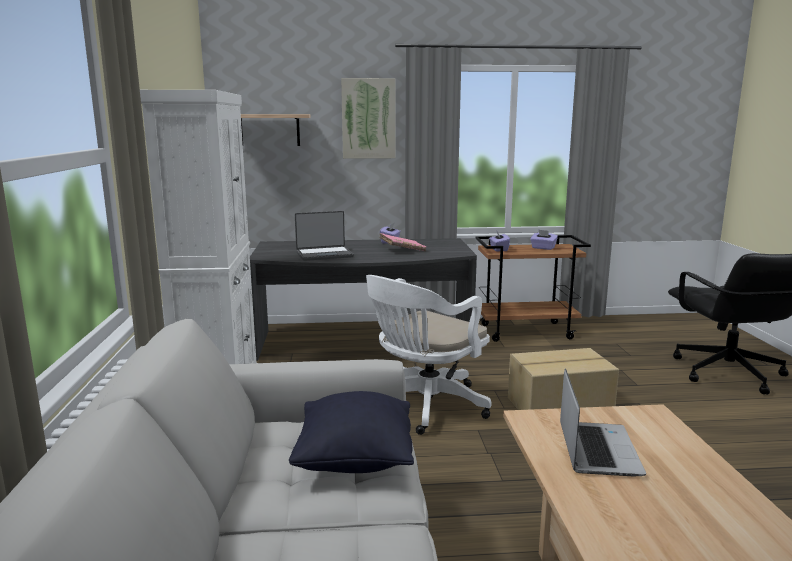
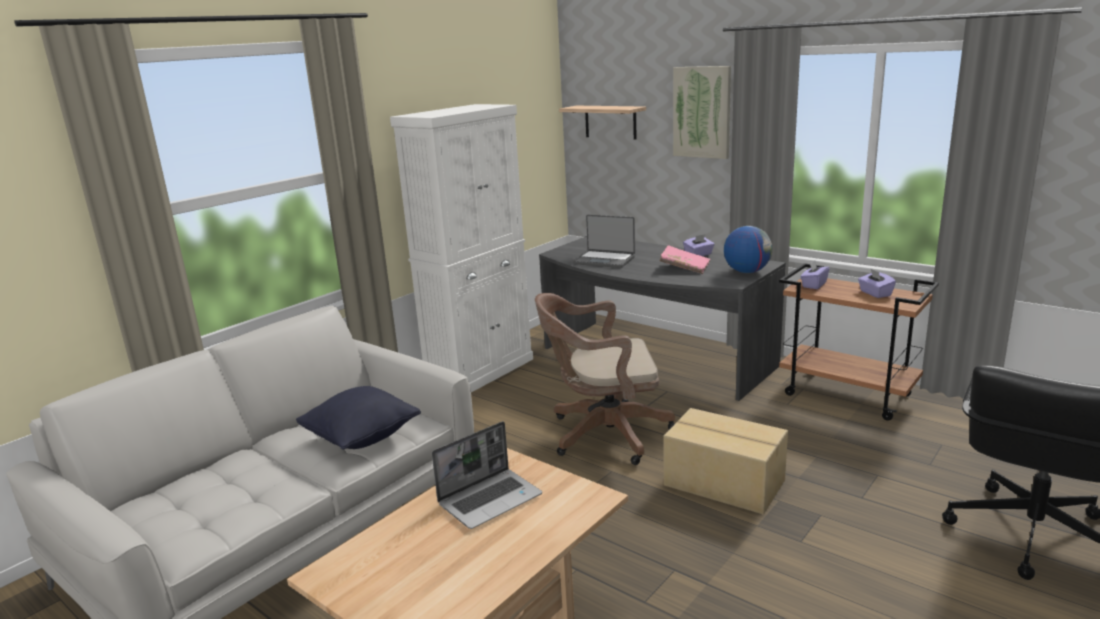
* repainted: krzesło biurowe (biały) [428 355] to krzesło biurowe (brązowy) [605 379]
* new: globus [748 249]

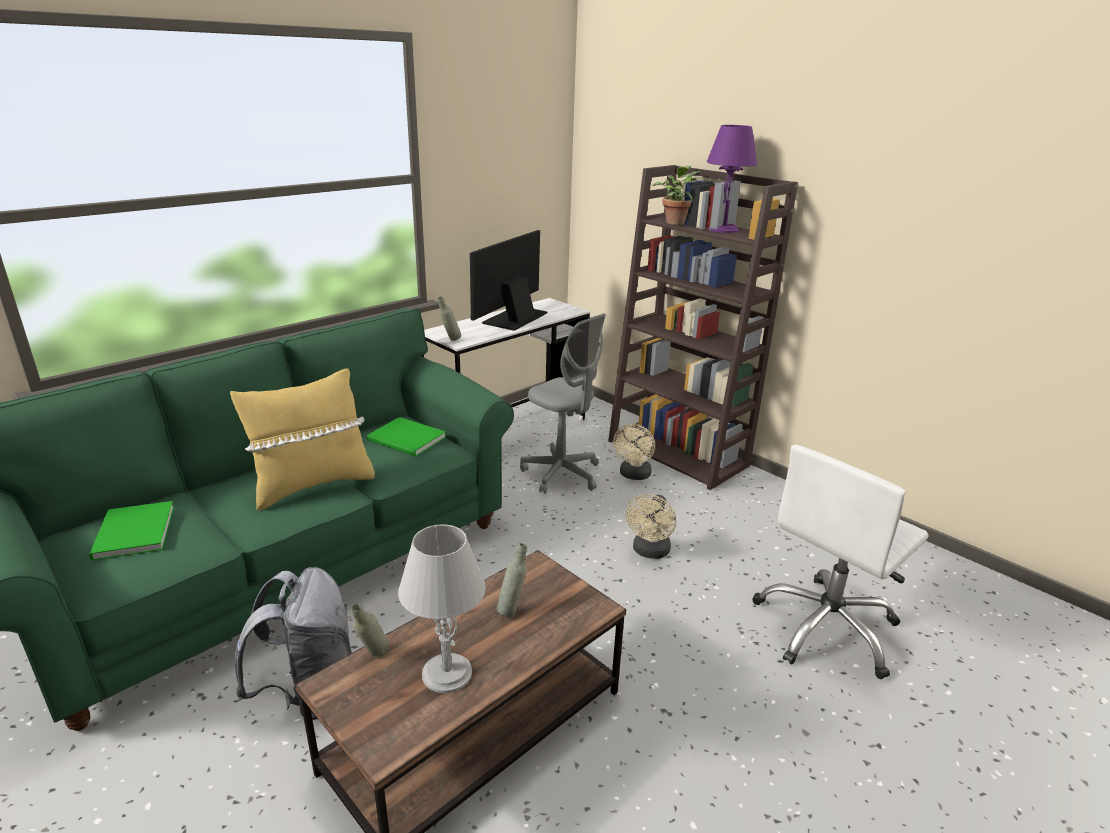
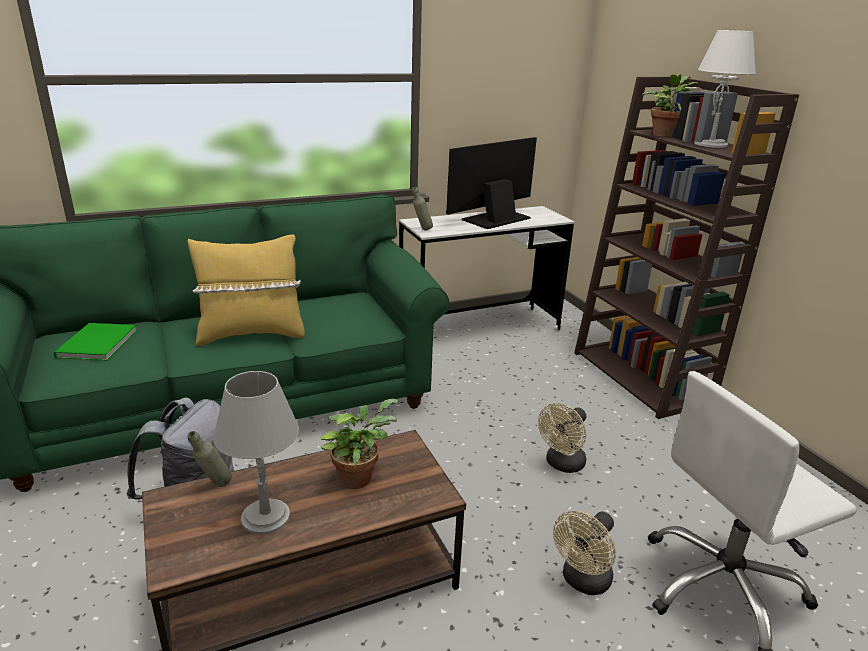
* repainted: lampa stołowa (fioletowy) [732 179] to lampa stołowa (biały) [725 89]
* gone: krzesło biurowe (szary) [563 404]
* gone: książka (zielony) [406 437]
* shifted: wentylator (beżowy) [634 452] to [584 553]
* swapped: butelka (szary) [512 580] to roślina doniczkowa [360 444]

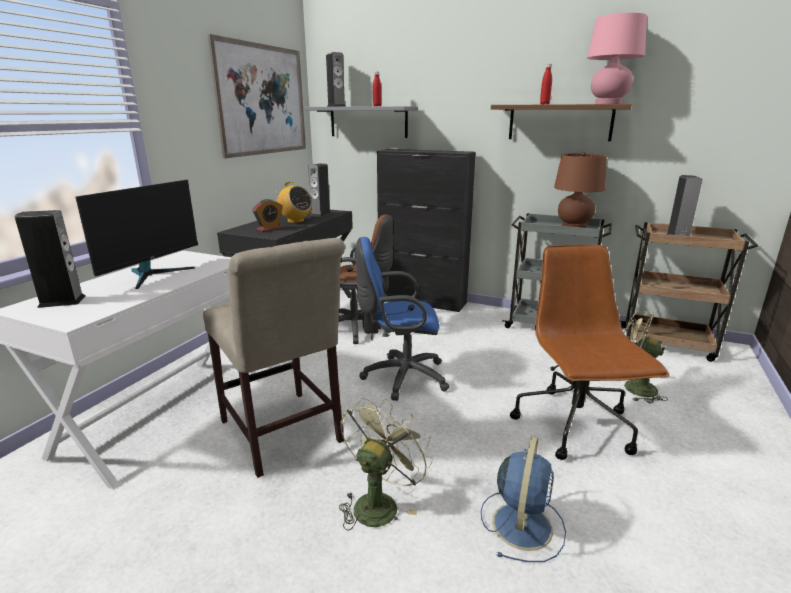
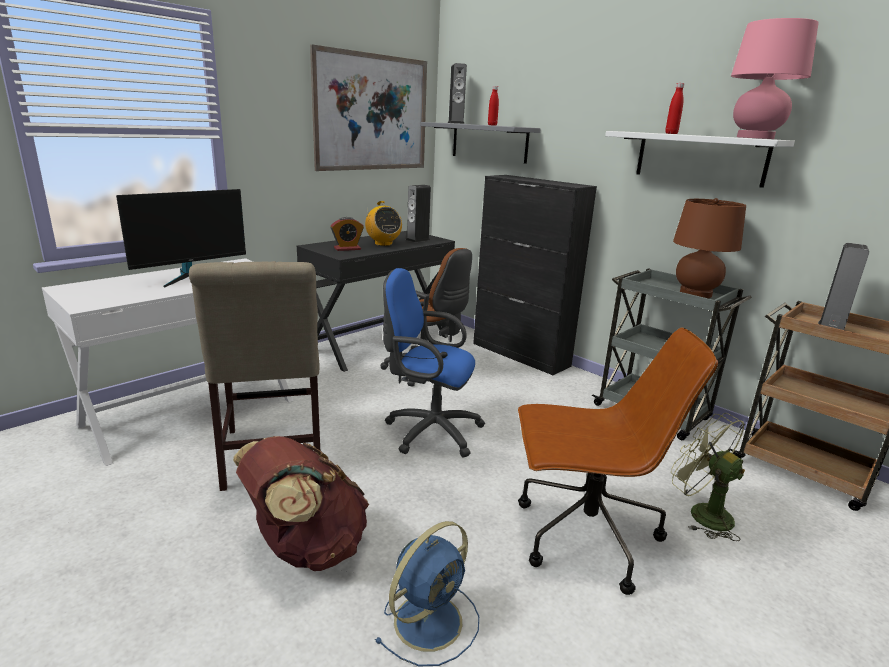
* repainted: półka (brązowy) [561 122] to półka (biały) [700 159]
* gone: głośnik [50 259]
* rotated: krzesło biurowe (brązowy) [589 352] = [618 461] 75 degrees clockwise
* swapped: wentylator (zielony) [386 464] to plecak (brązowy) [301 503]

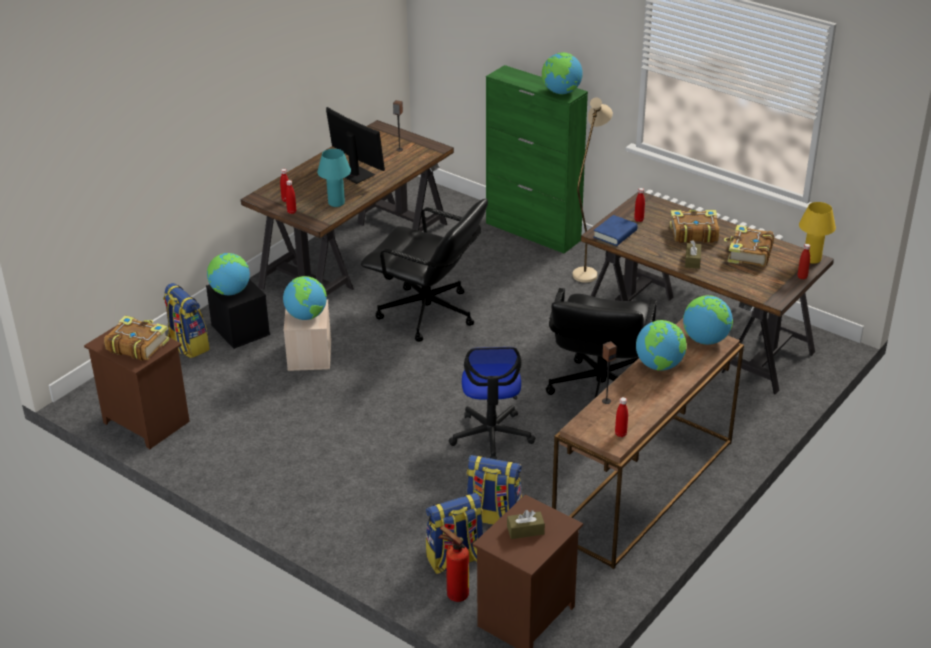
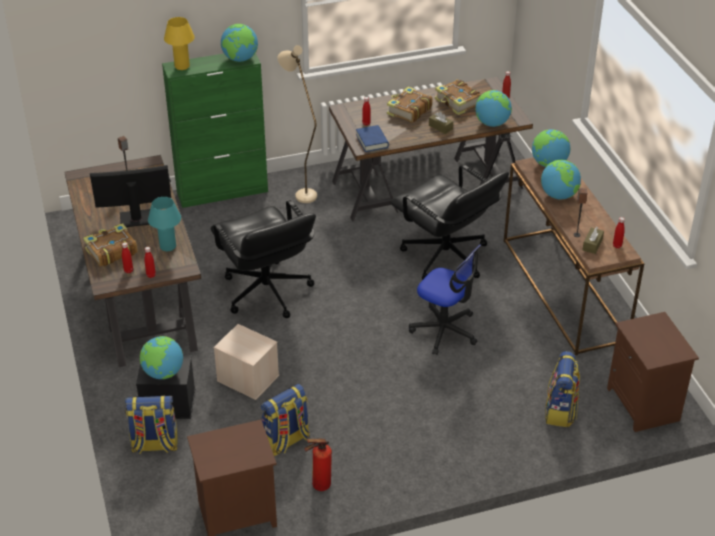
* rotated: krzesło biurowe (czarny) [424 270] = [263 259] 90 degrees clockwise
* shifted: lampa stołowa (żółty) [817 233] to [179 43]
* shifted: globus [305 298] to [493 108]
* shifted: książka [136 338] to [110 244]
* shifted: plecak [494 490] to [285 420]
* shifted: pudełko chusteczek (brązowy) [526 524] to [593 240]
* shifted: gaśnica [453 564] to [318 464]

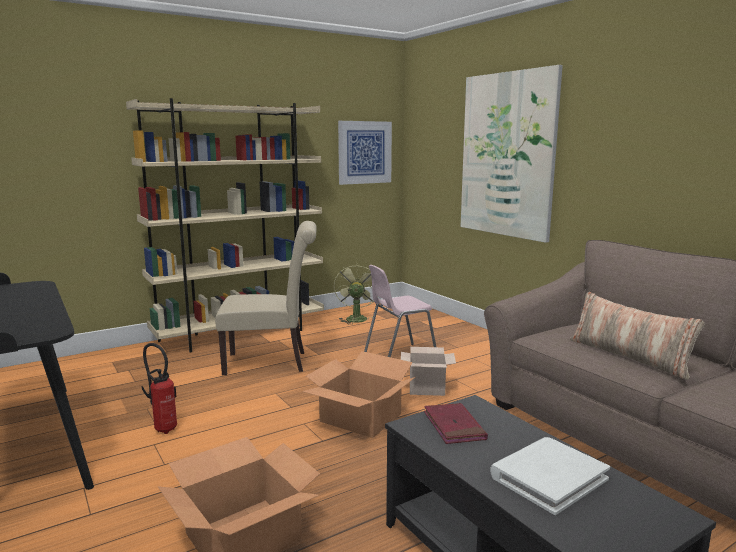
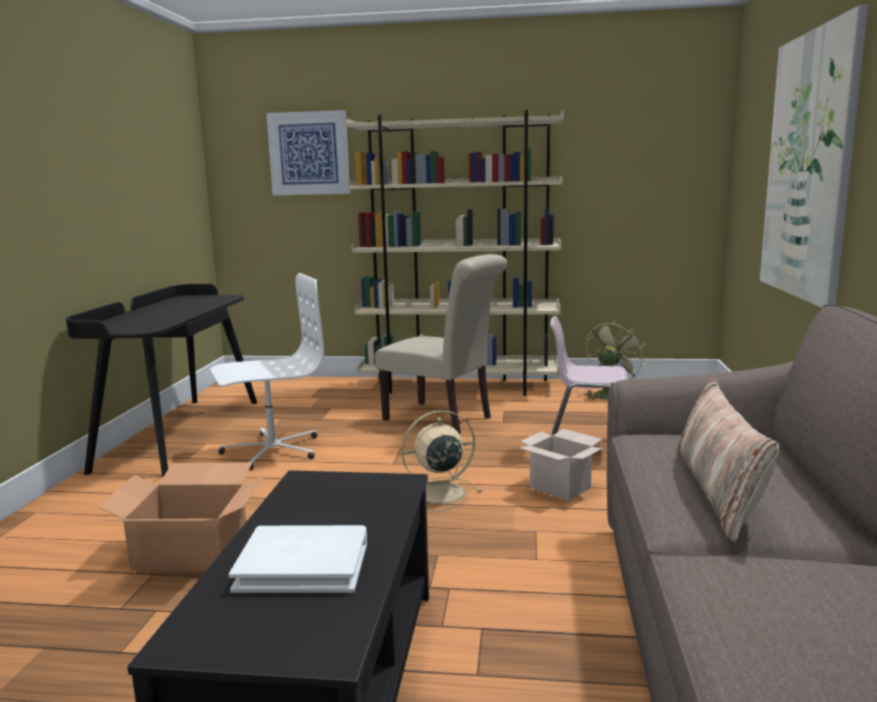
* shifted: obraz [365 153] to [308 152]
* swapped: gaśnica [159 388] to krzesło biurowe (biały) [267 371]
* swapped: karton [358 394] to wentylator (beżowy) [441 460]
* gone: książka (czerwony) [456 423]

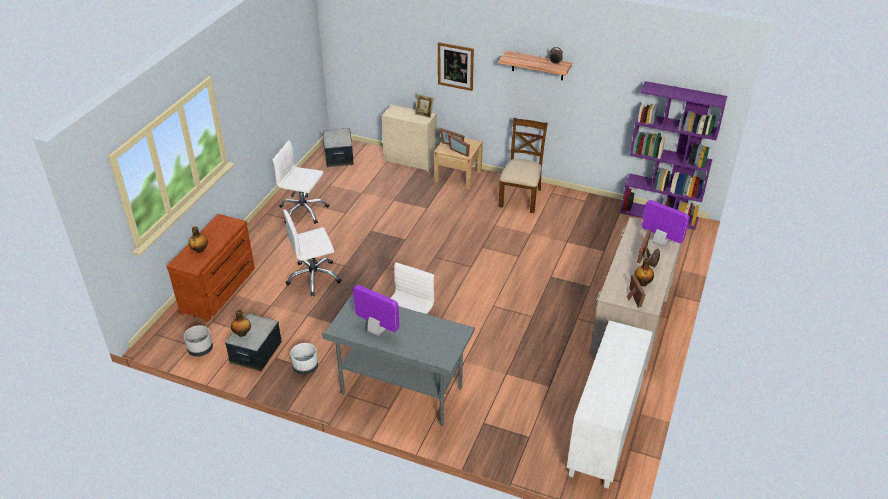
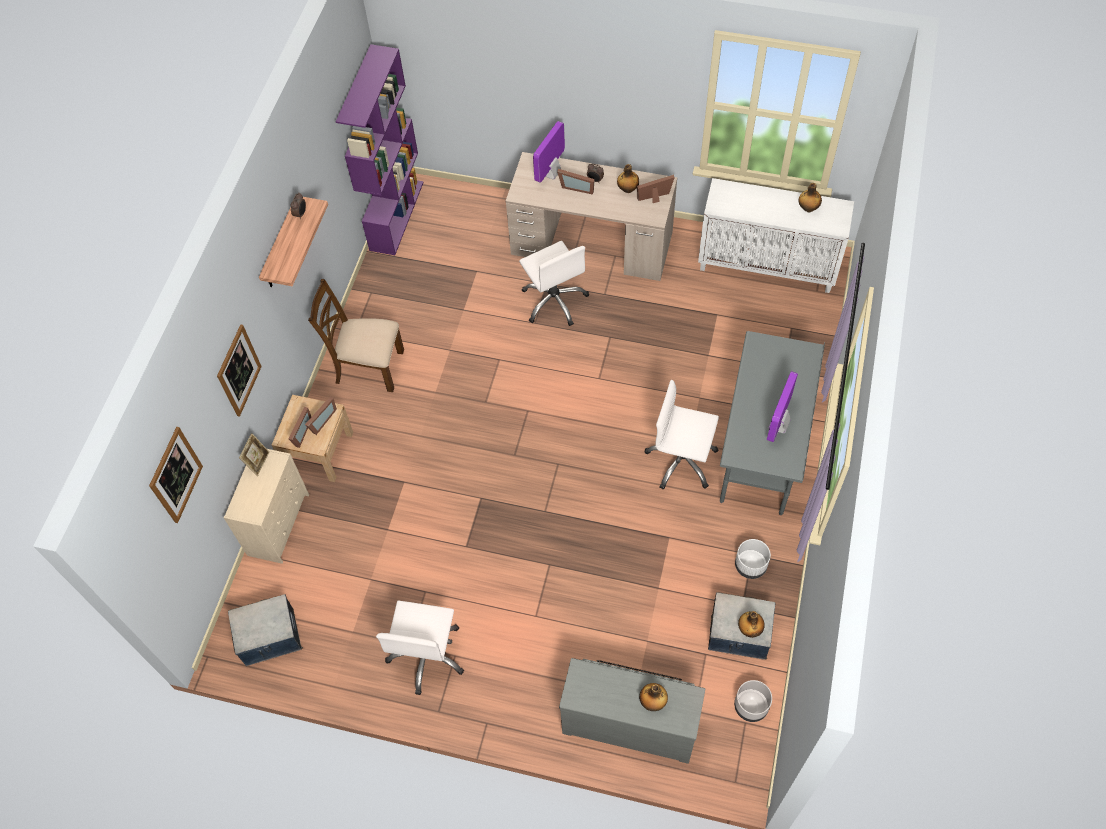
* shifted: krzesło biurowe (biały) [312 253] to [554 283]
* repainted: komoda (brązowy) [210 268] to komoda (szary) [632 711]
* new: butelka [810 197]
* new: obraz [176 475]

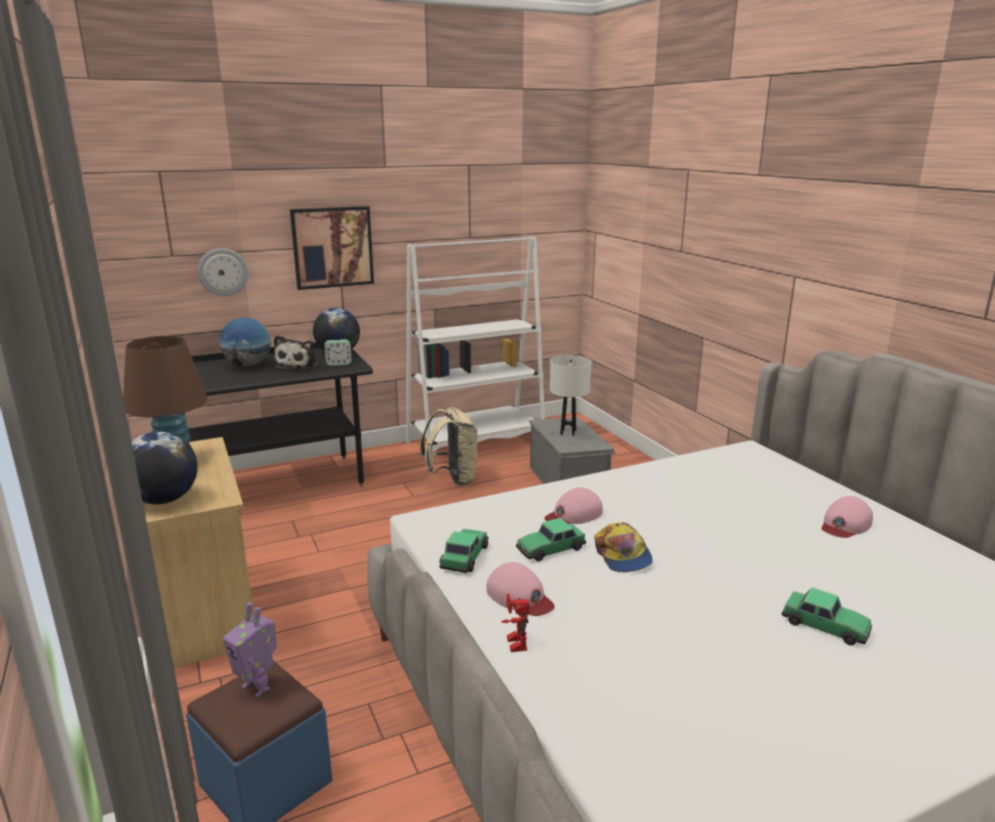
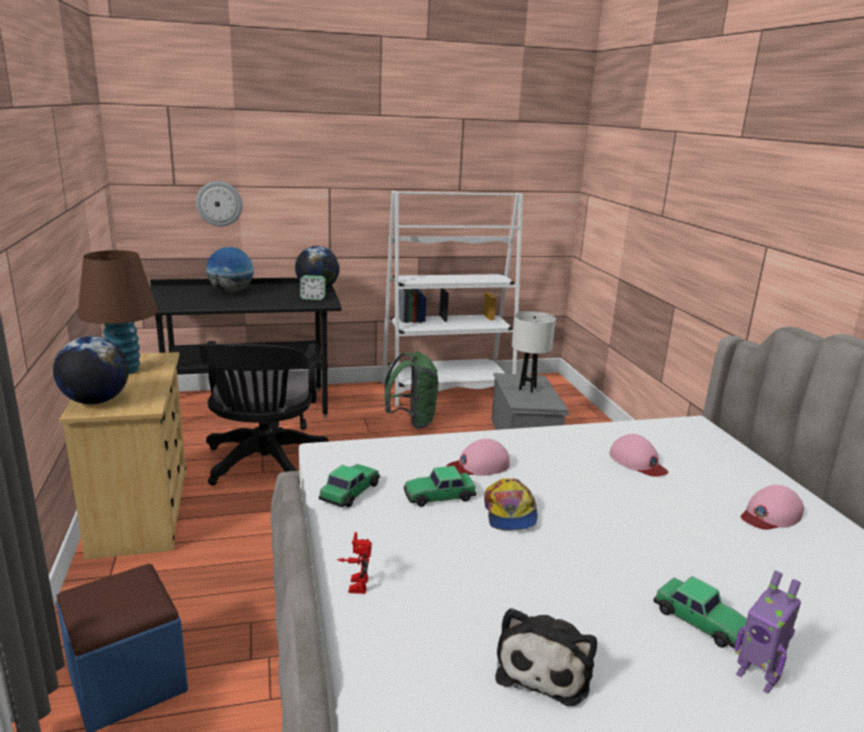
* gone: obraz [332 248]
* shifted: pluszak [296 352] to [546 657]
* repainted: plecak (beżowy) [449 446] to plecak (zielony) [411 390]
* shifted: czapka z daszkiem (różowy) [520 589] to [639 455]
* shifted: robot zabawkowy [250 650] to [768 632]
* new: krzesło biurowe (czarny) [264 413]

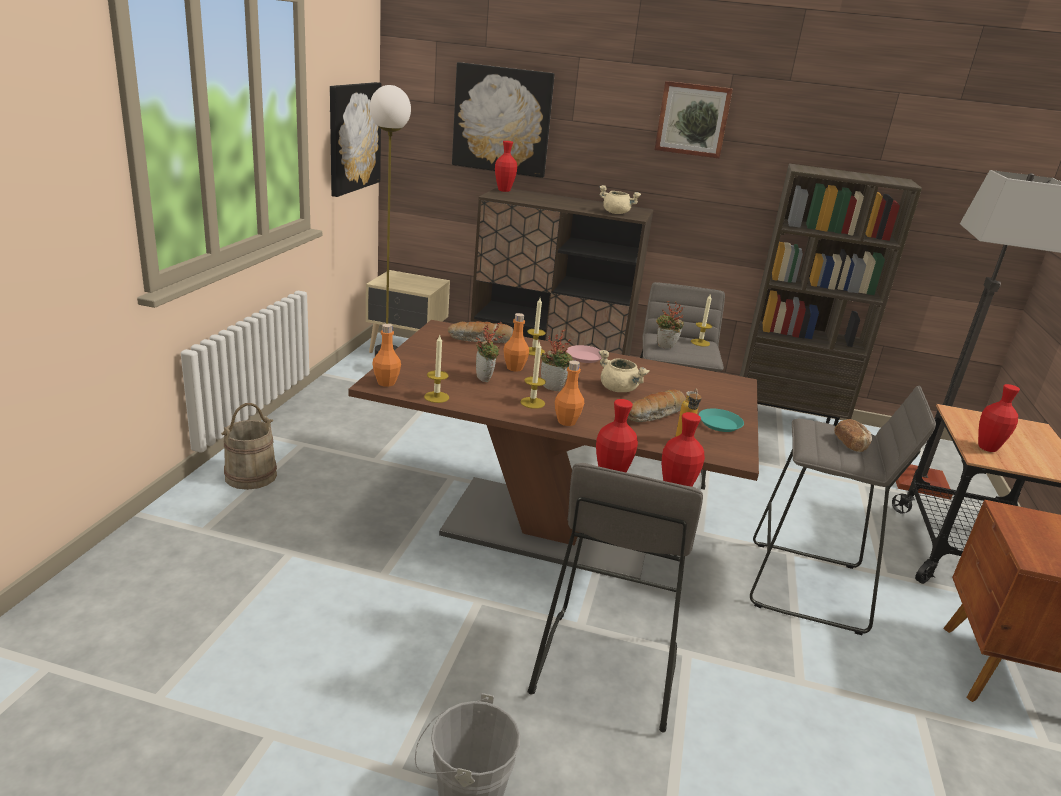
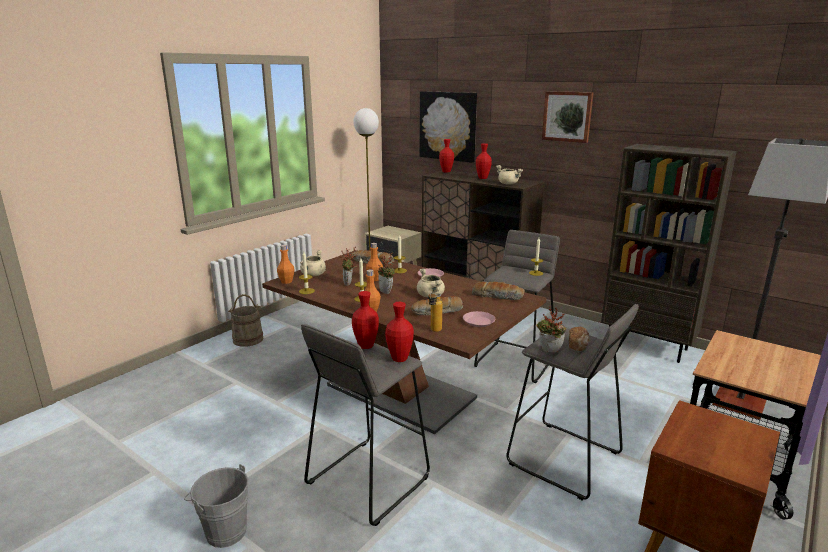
* gone: obraz [355 139]
* shifted: roślina doniczkowa [670 324] to [551 329]
* shifted: wazon (czerwony) [999 418] to [484 161]
* repainted: talerz (turkusowy) [721 420] to talerz (różowy) [479 319]
* new: garnek (beżowy) [313 263]
* new: chleb [498 291]

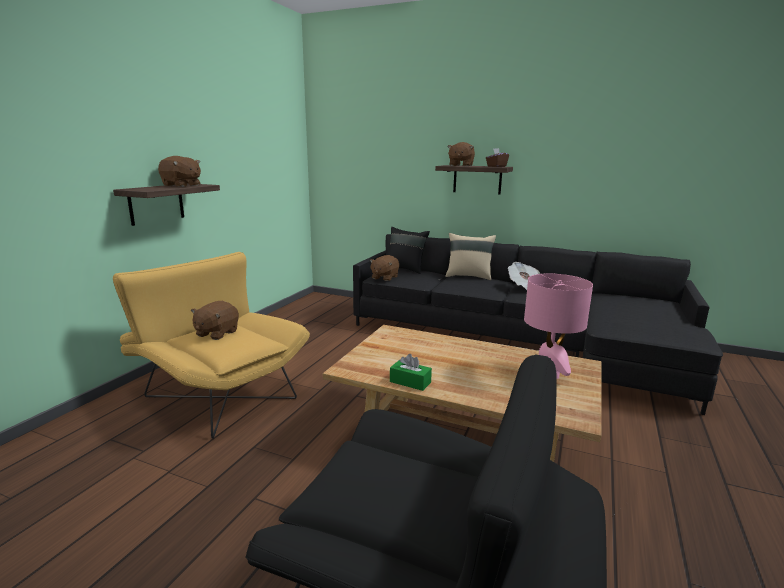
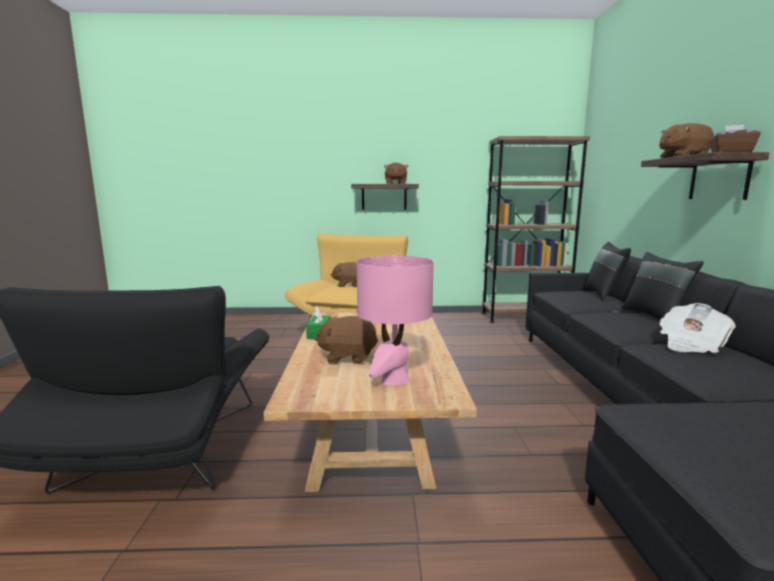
* repainted: poduszka (beżowy) [470 256] to poduszka (czarny) [663 286]
* shifted: pluszak (brązowy) [384 268] to [346 340]
* new: regał (brązowy) [536 229]

